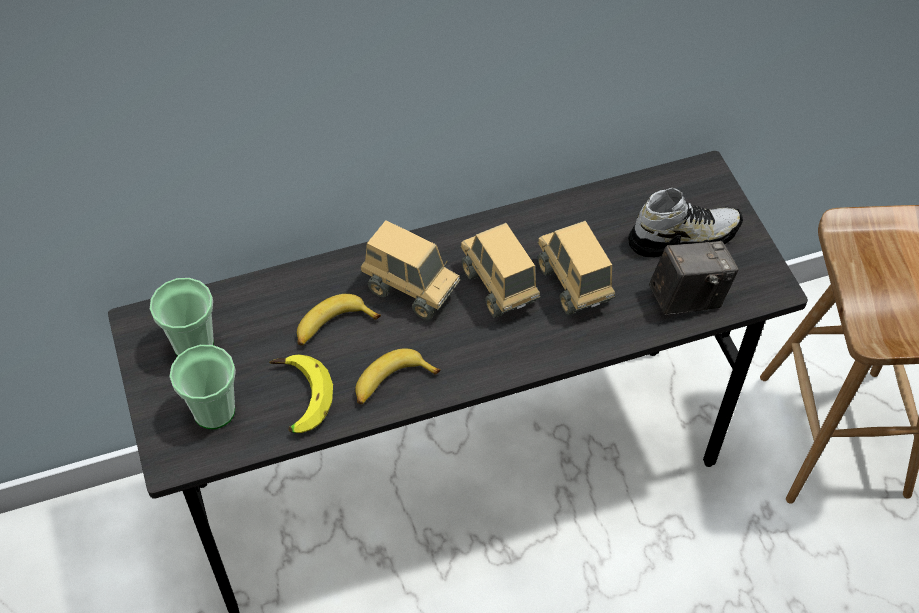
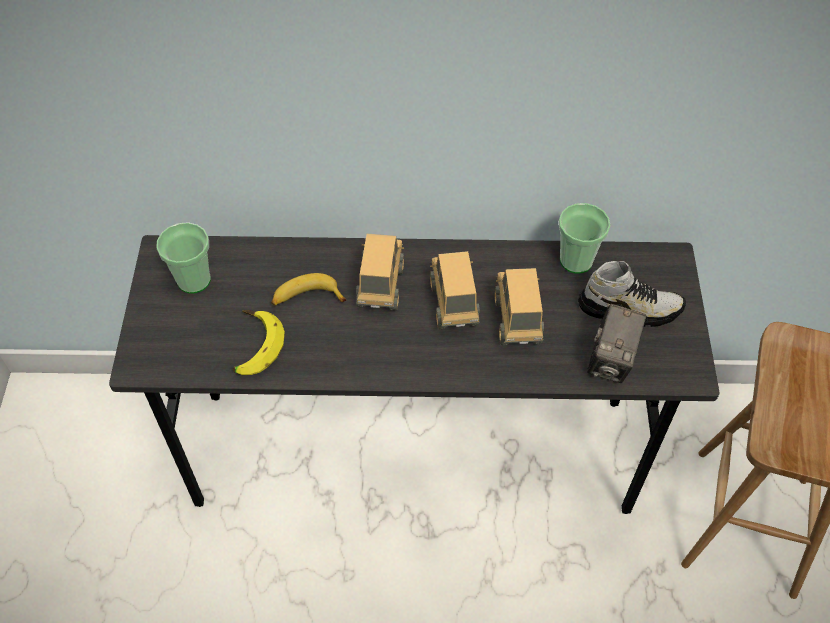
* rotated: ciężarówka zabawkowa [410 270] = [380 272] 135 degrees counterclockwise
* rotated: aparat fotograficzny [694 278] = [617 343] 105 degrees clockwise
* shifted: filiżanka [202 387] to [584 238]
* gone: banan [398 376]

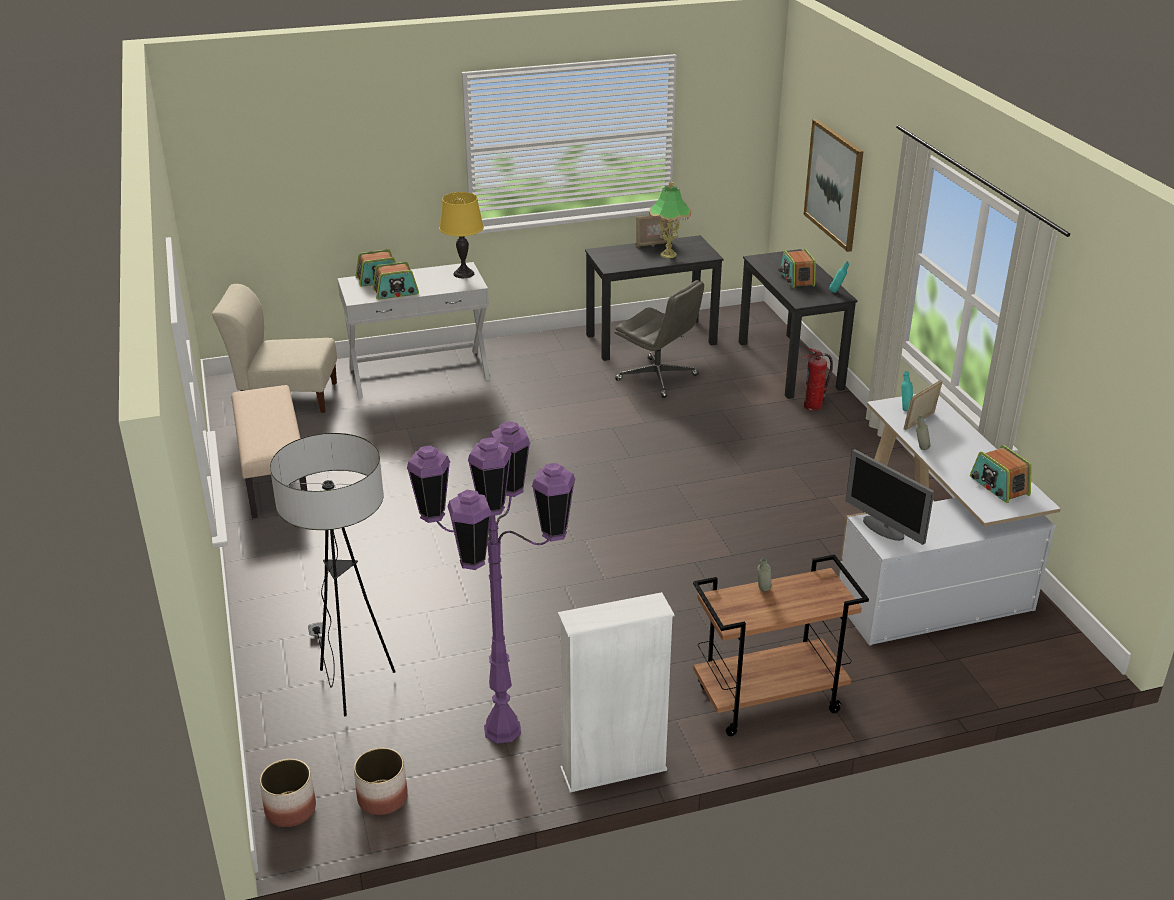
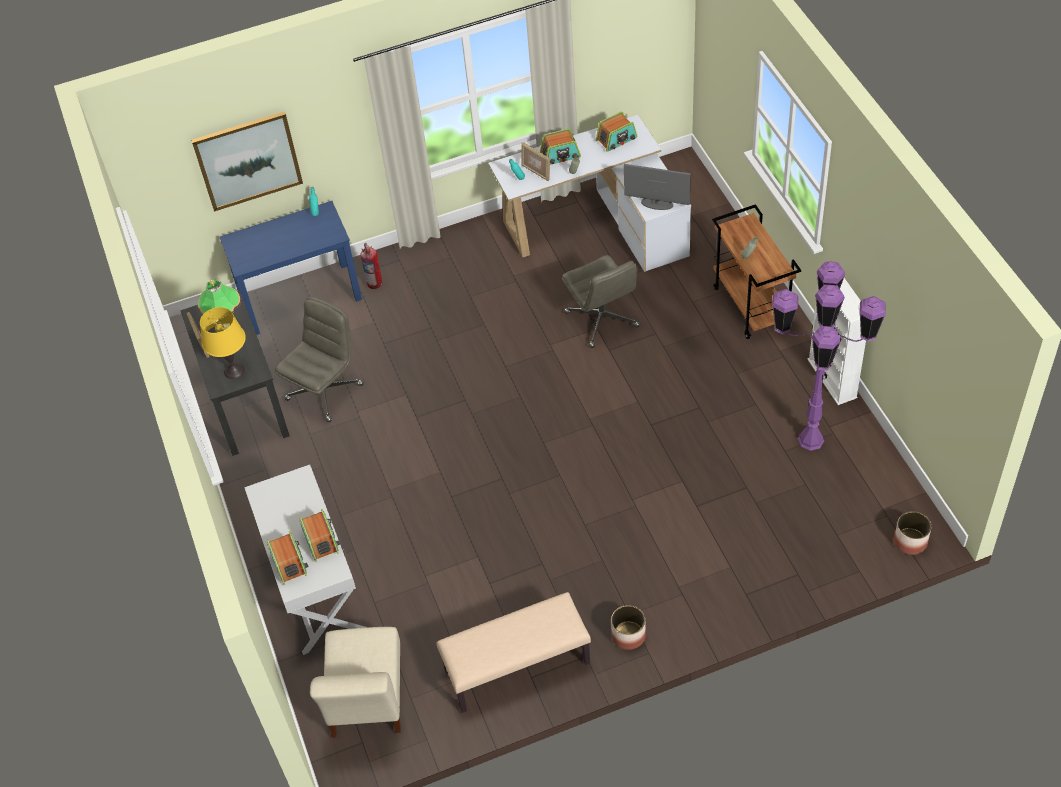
* shifted: lampa stołowa (żółty) [461 235] to [223 343]
* repainted: biurko (czarny) [798 324] to biurko (niebieski) [291 268]
* shifted: radio [797 268] to [560 147]
* gone: lampa stojąca [332 574]
* rotated: monitor [889 497] = [657 187] 120 degrees counterclockwise
* shifted: donica [381 781] to [628 627]
* new: krzesło biurowe (szary) [601 301]

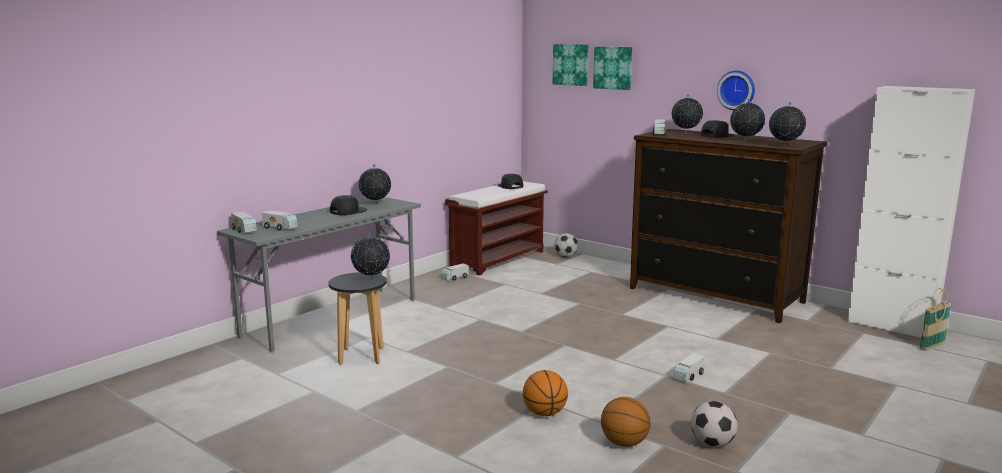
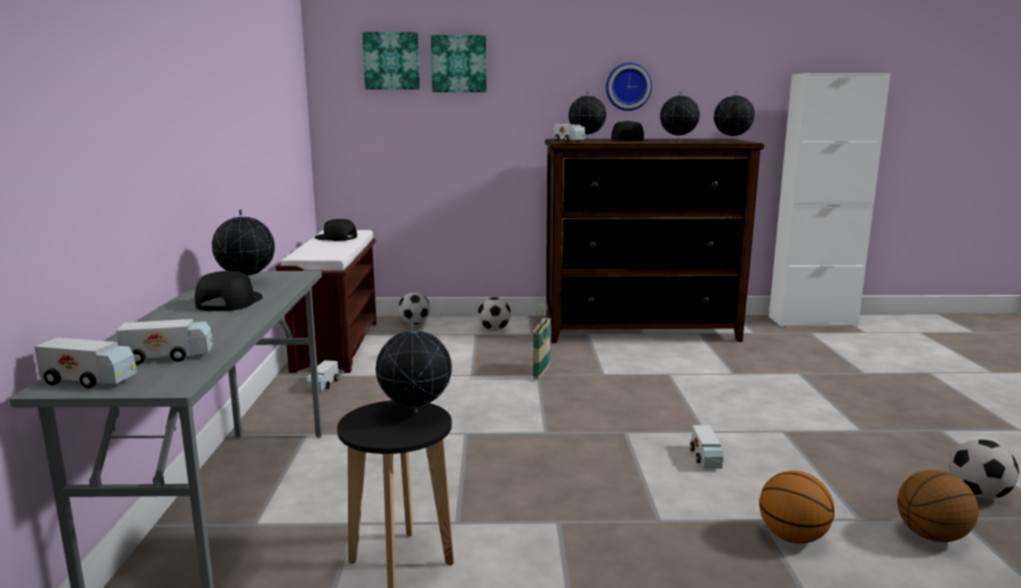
* shifted: koszyk [935 319] to [542 341]
* shifted: ciężarówka zabawkowa [689 367] to [706 447]
* new: piłka futbolowa [494 314]

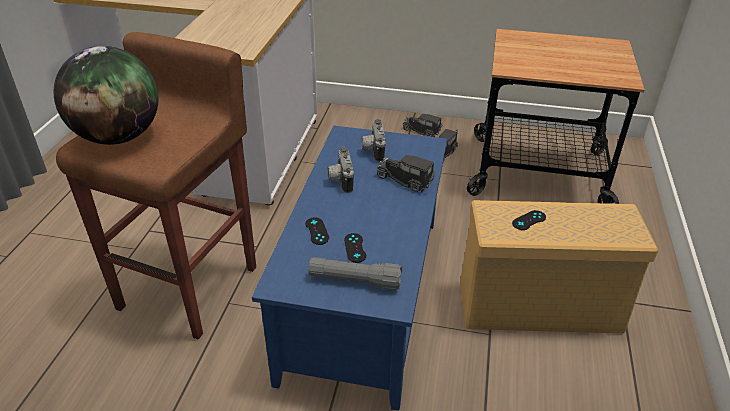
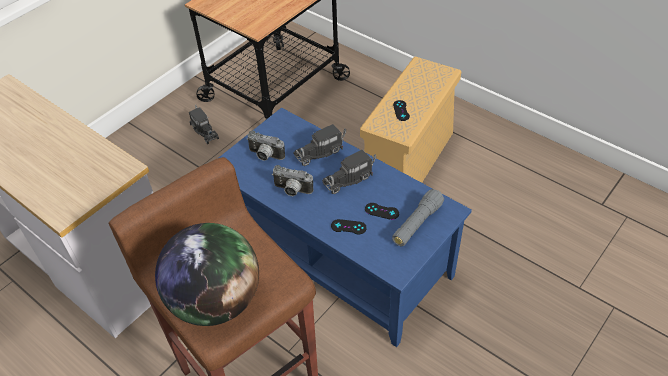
* shifted: ciężarówka zabawkowa [423 125] to [349 172]

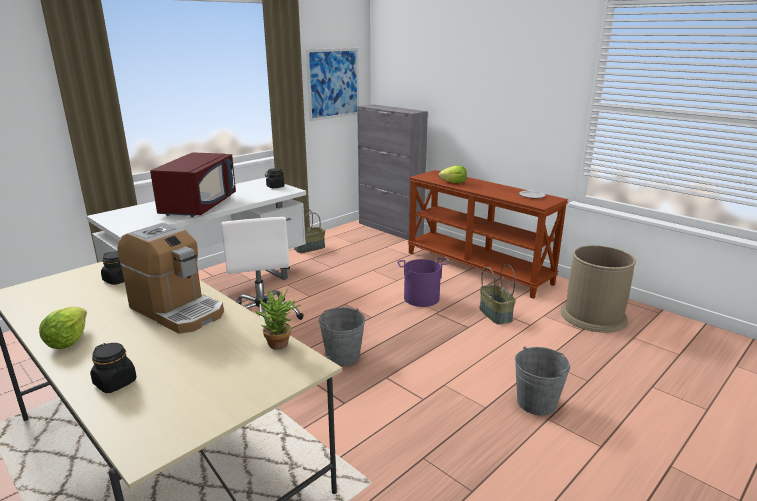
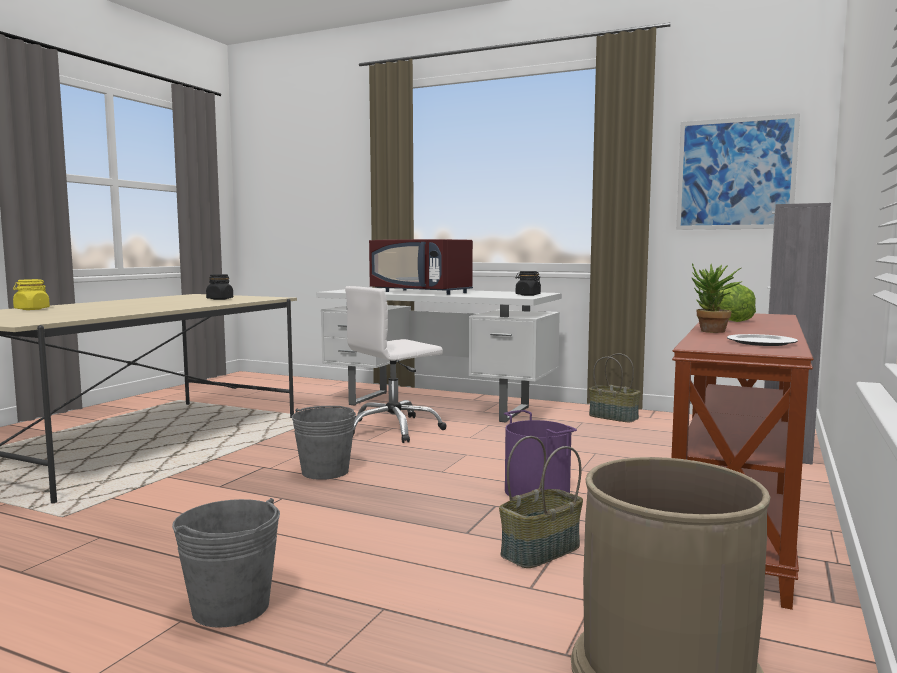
* rotated: mikrofalówka (czerwony) [193 184] = [421 267] 45 degrees clockwise
* gone: ekspres do kawy [171 278]
* shifted: roślina doniczkowa [277 319] to [717 298]
* gone: sałata [63 328]
* repainted: słoik (czarny) [113 368] to słoik (żółty) [31 294]

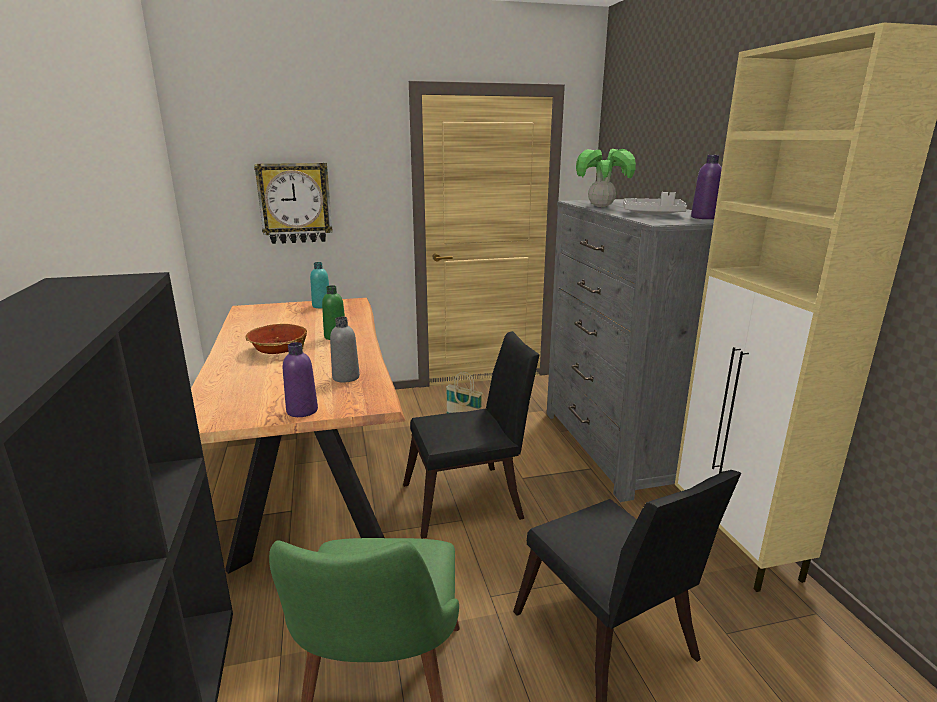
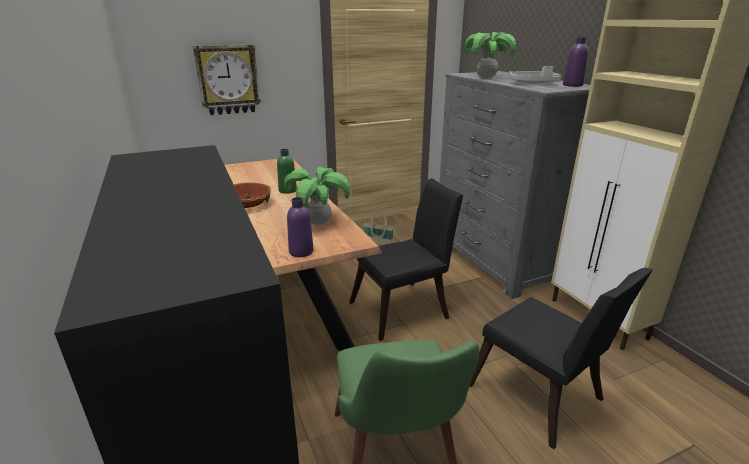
* gone: butelka (turkusowy) [319 285]
* swapped: butelka (szary) [345 349] to roślina doniczkowa [317 196]

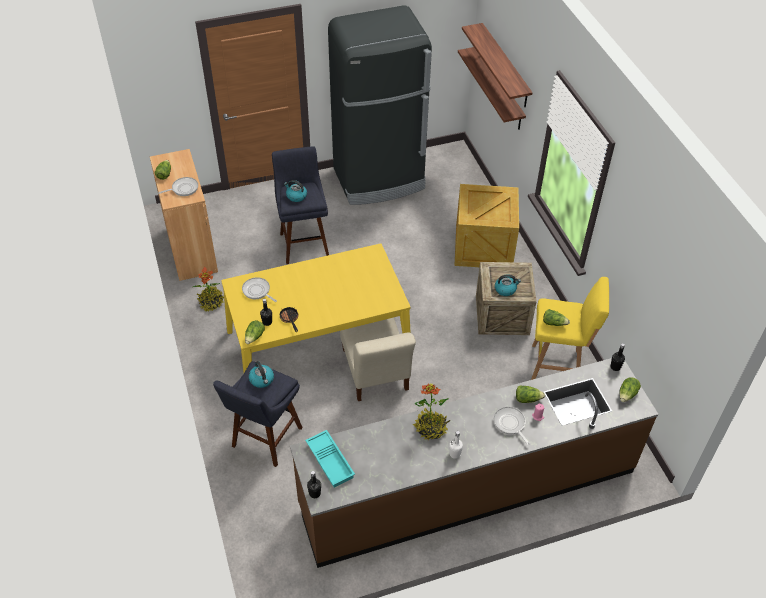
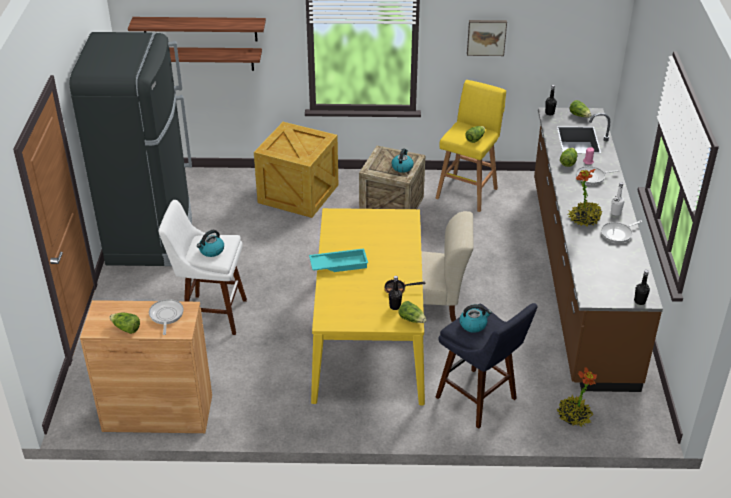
* repainted: stołek (niebieski) [300 205] to stołek (biały) [203 267]
* shifted: roślina doniczkowa [208 289] to [577 397]
* shifted: patelnia [259 289] to [621 231]
* shifted: taca (turkusowy) [330 459] to [338 260]
* new: obraz [487 38]

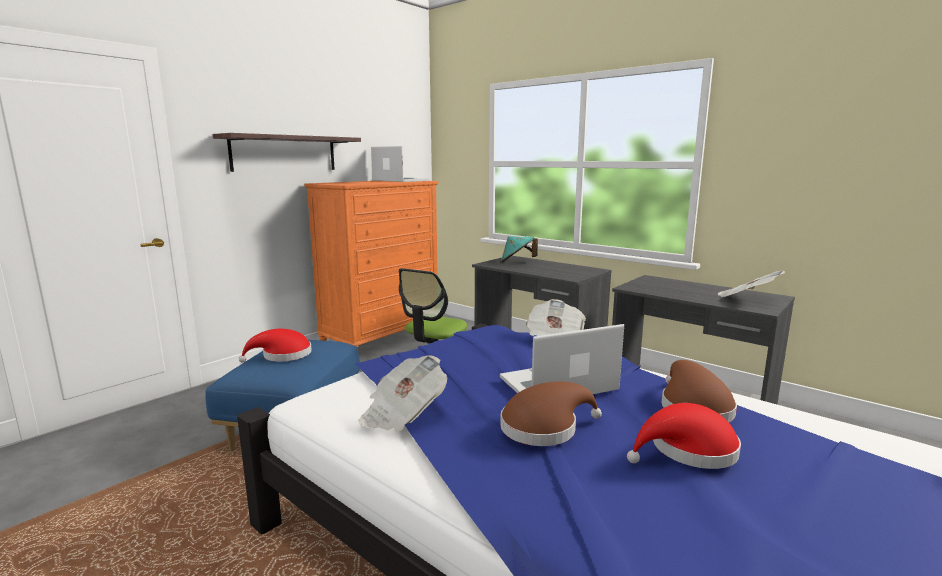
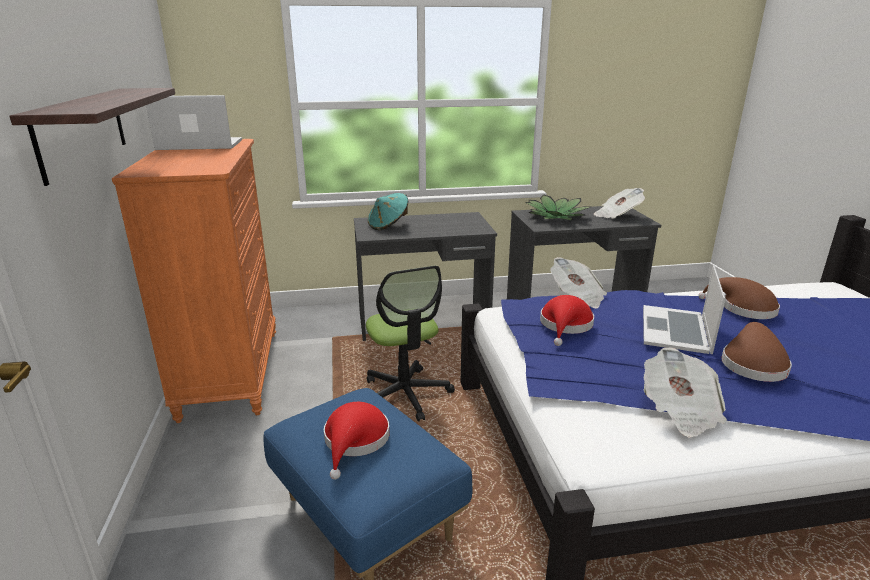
* shifted: kapelusz (czerwony) [684 436] to [567 320]
* new: roślina doniczkowa [557 207]

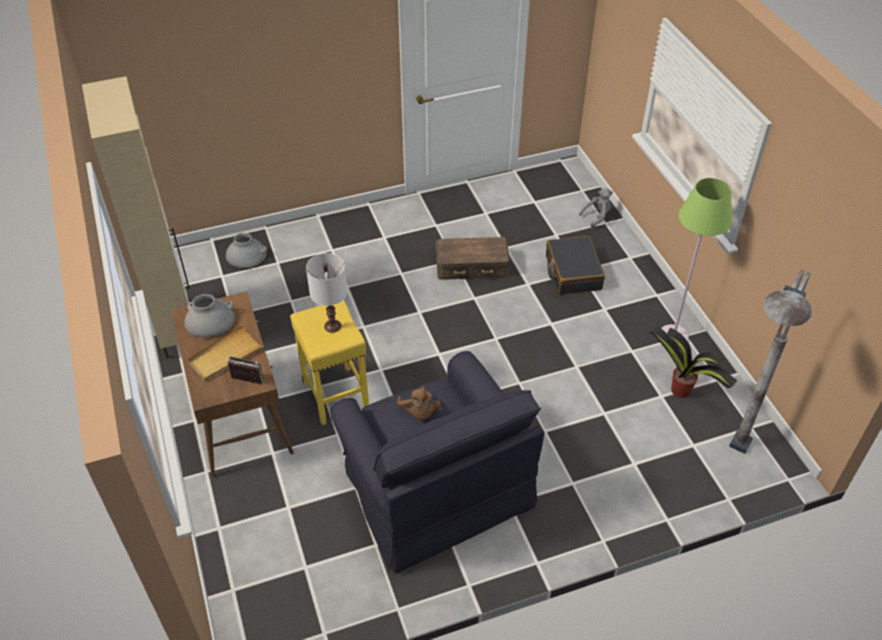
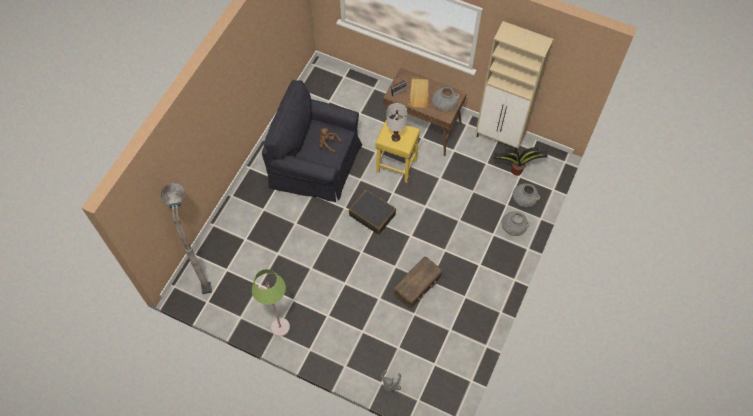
* shifted: walizka (czarny) [575 265] to [372 212]
* shifted: roślina doniczkowa [693 362] to [520 161]
* new: wazon (szary) [515 223]

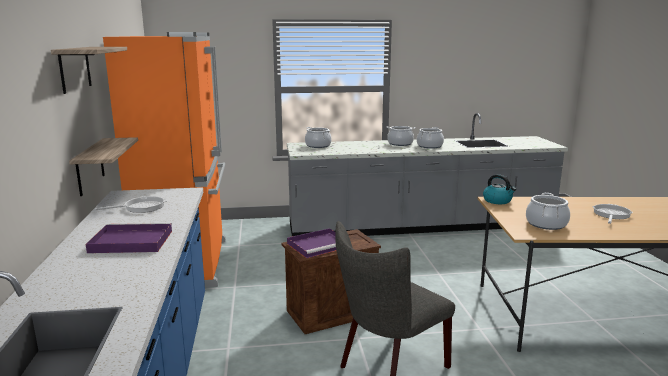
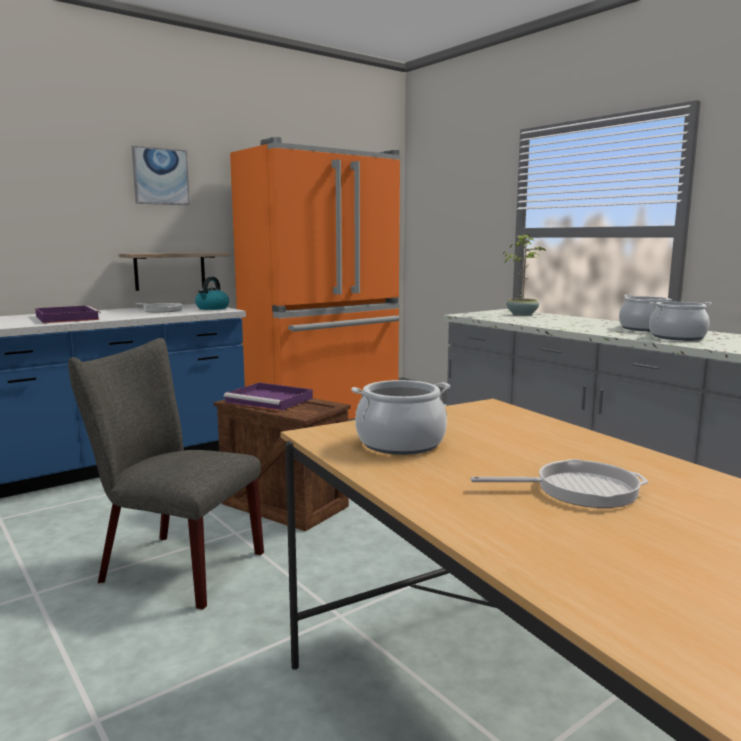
* swapped: półka [89 70] to obraz [161 175]
* swapped: garnek [318 137] to roślina doniczkowa [524 275]
* shifted: czajnik [499 189] to [212 293]

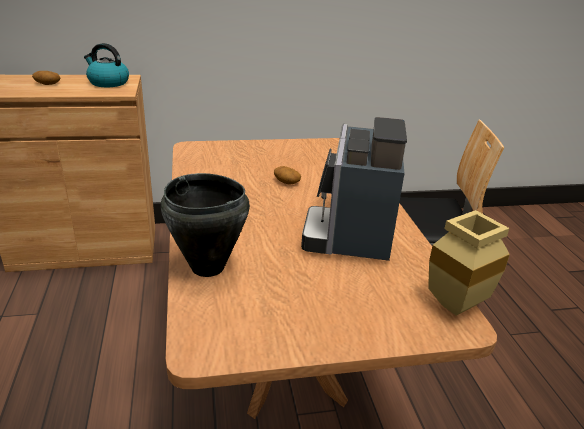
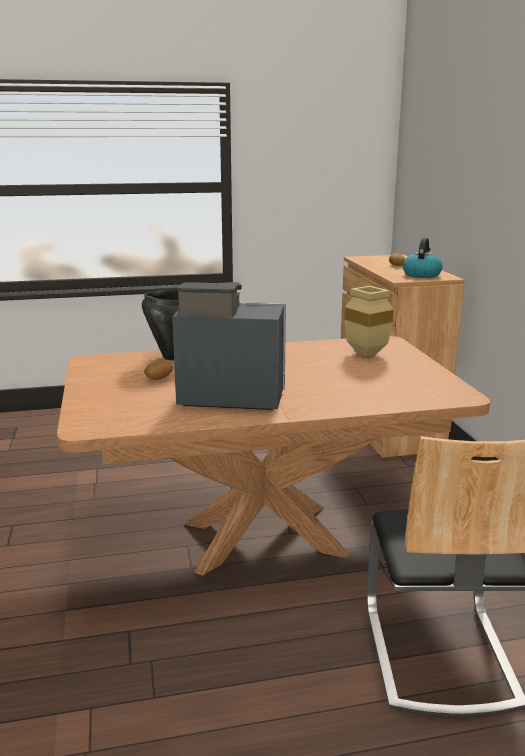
* shifted: ziemniak [287 175] to [158 370]
* shifted: wazon (beżowy) [469 262] to [369 321]

